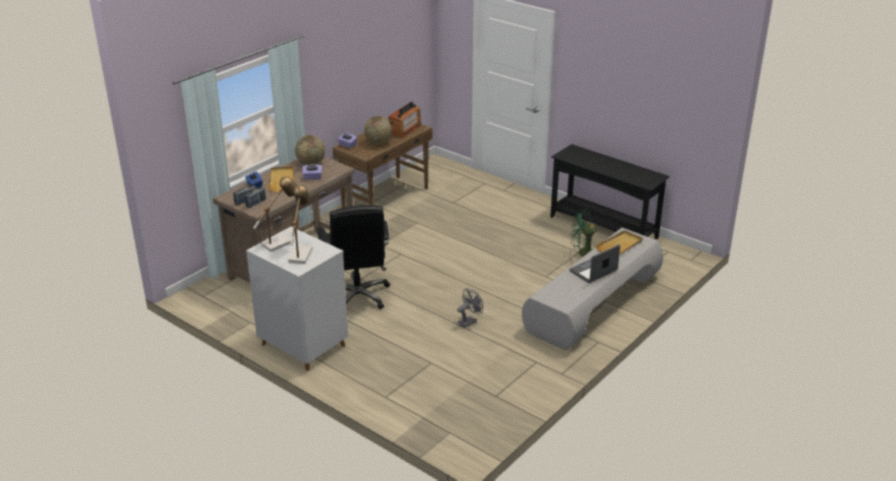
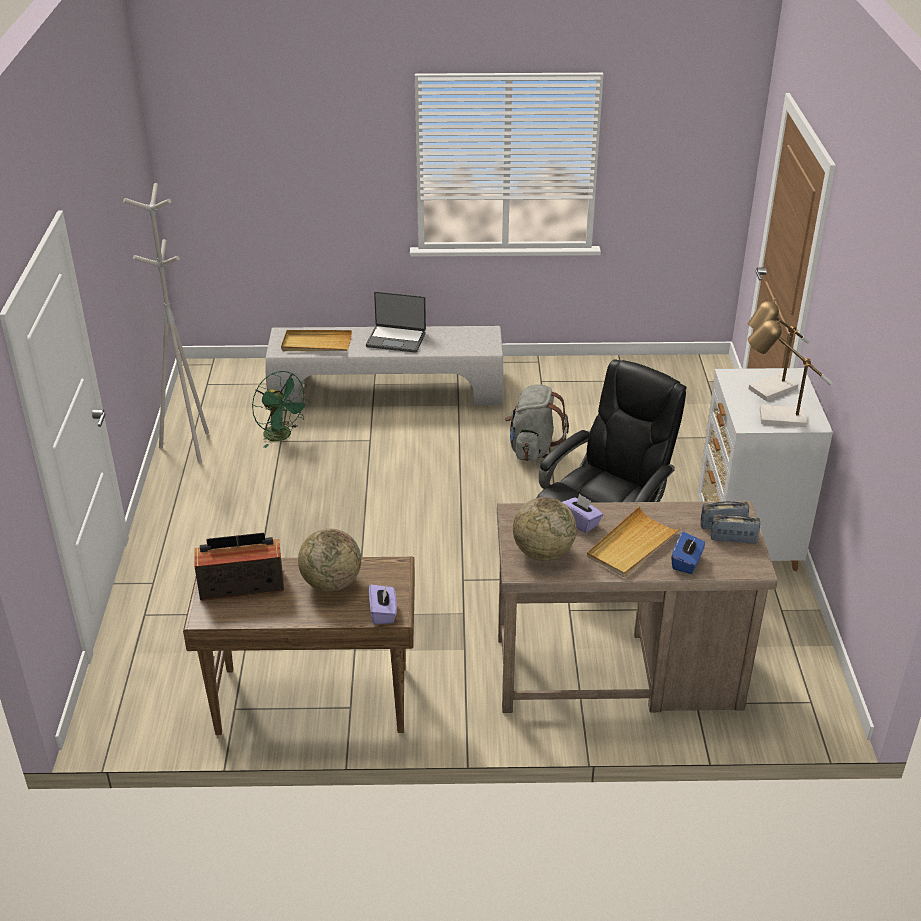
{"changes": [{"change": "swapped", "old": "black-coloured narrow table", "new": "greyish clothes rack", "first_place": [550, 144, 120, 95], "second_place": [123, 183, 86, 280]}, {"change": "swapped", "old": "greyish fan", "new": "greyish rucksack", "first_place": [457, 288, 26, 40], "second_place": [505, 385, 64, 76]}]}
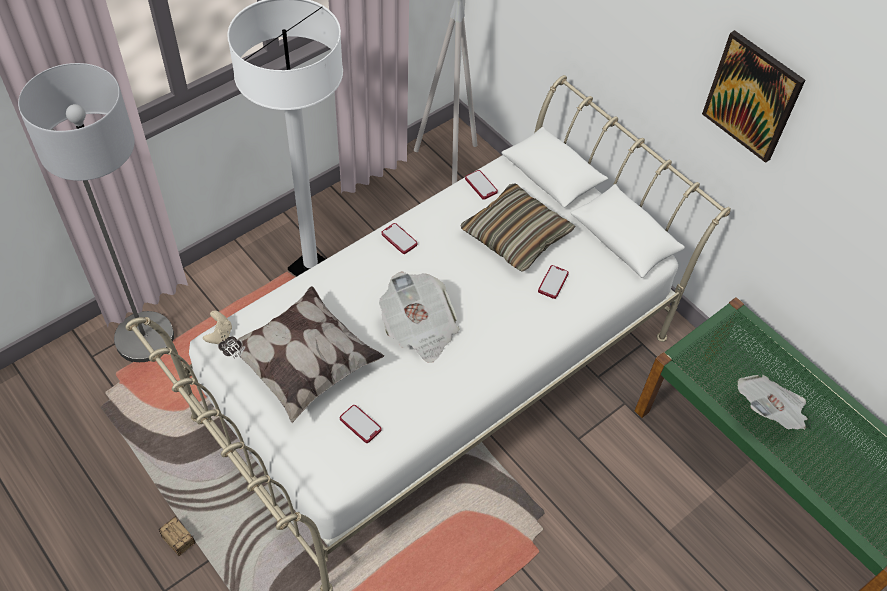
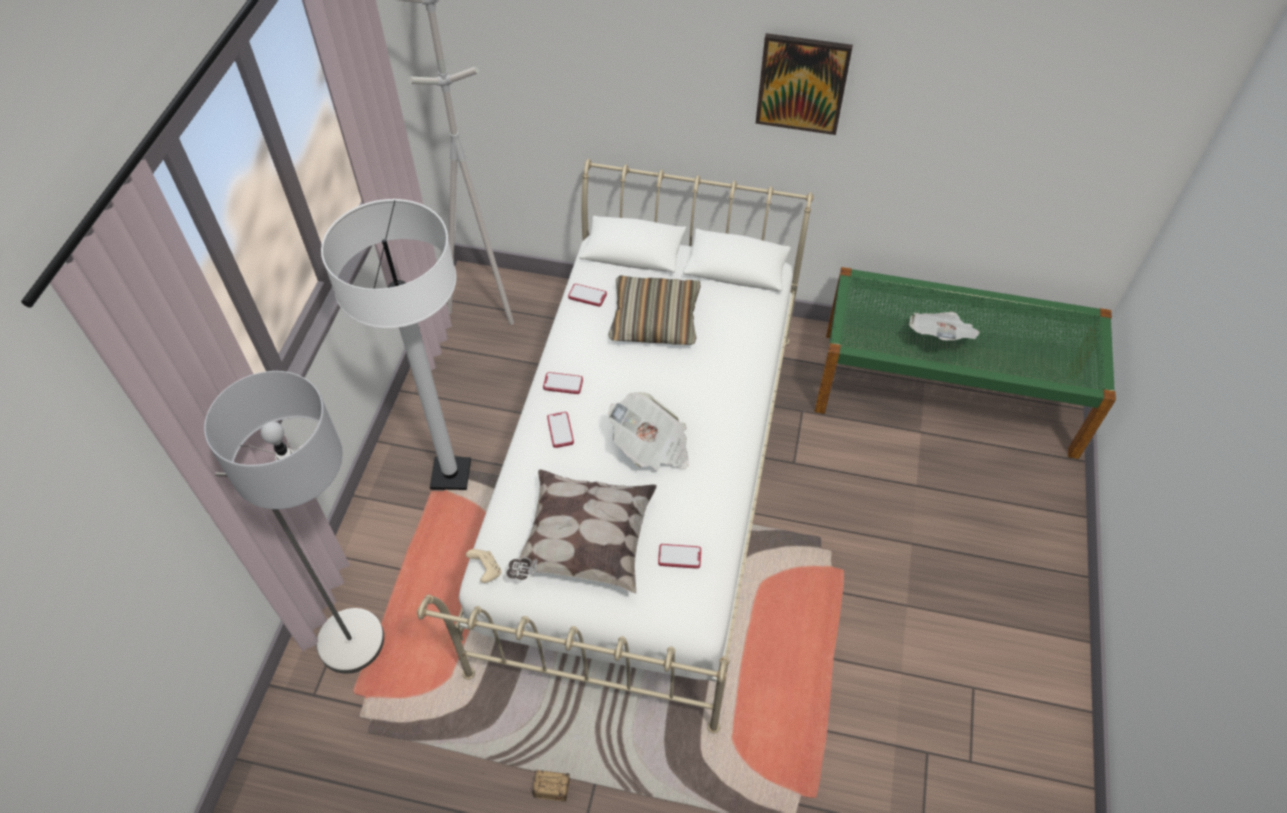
{"changes": [{"change": "shifted", "old": "telephone", "first_place": [538, 265, 31, 34], "second_place": [547, 412, 27, 36]}]}
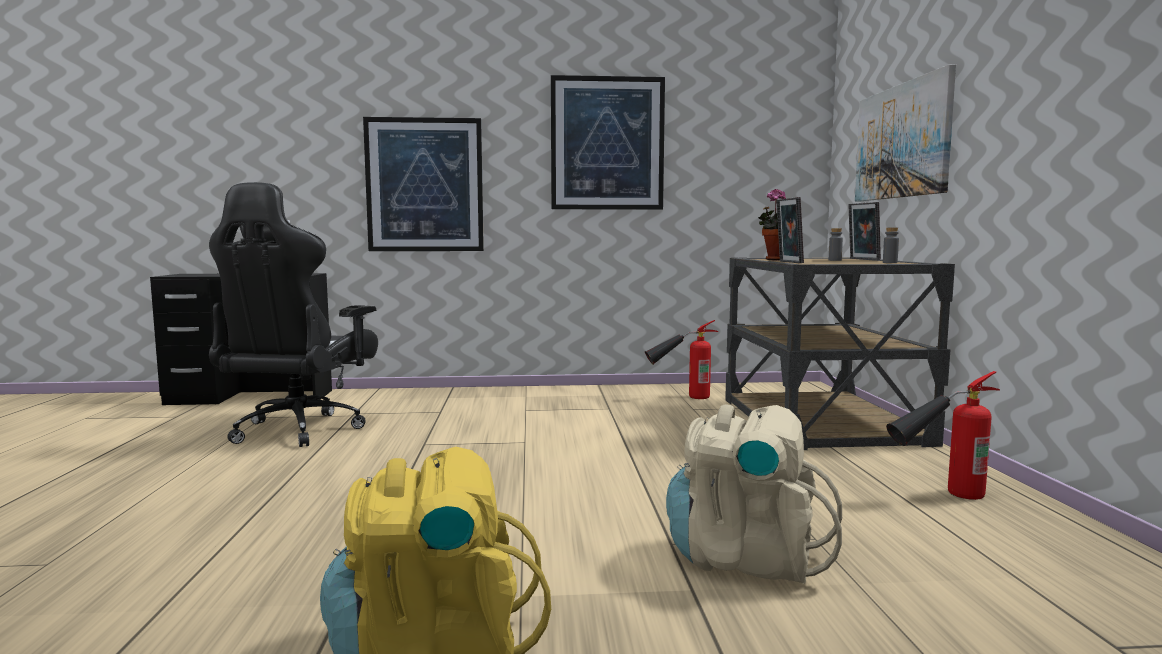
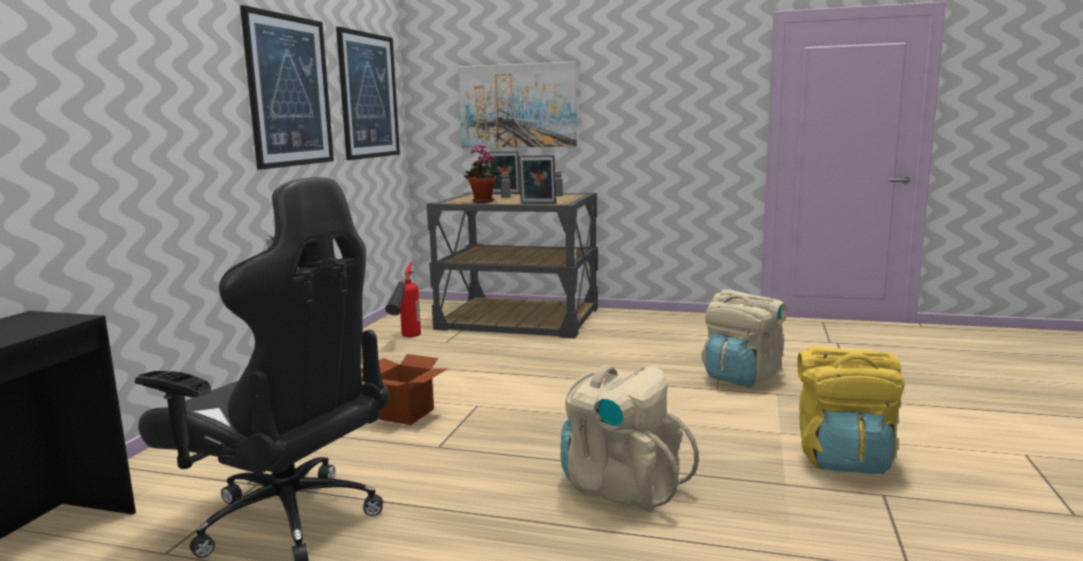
{"changes": [{"change": "shifted", "old": "wall art", "first_place": [363, 117, 121, 134], "second_place": [336, 27, 64, 133]}, {"change": "gone", "old": "fire extinguisher", "first_place": [886, 371, 114, 129]}, {"change": "new", "new": "packing box", "second_place": [361, 354, 86, 71]}, {"change": "new", "new": "sand-coloured rucksack", "second_place": [561, 365, 138, 147]}]}
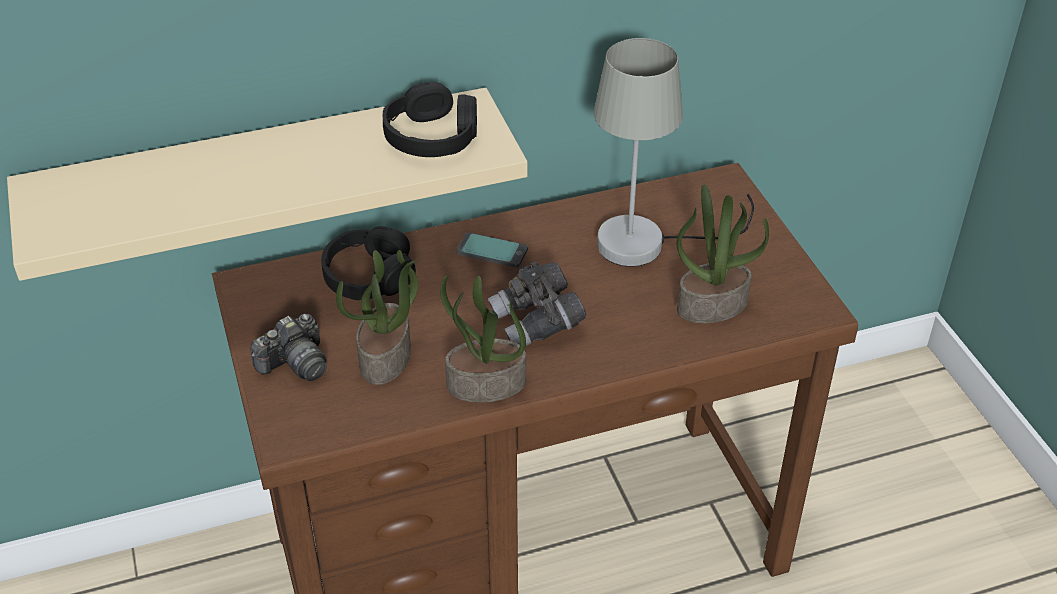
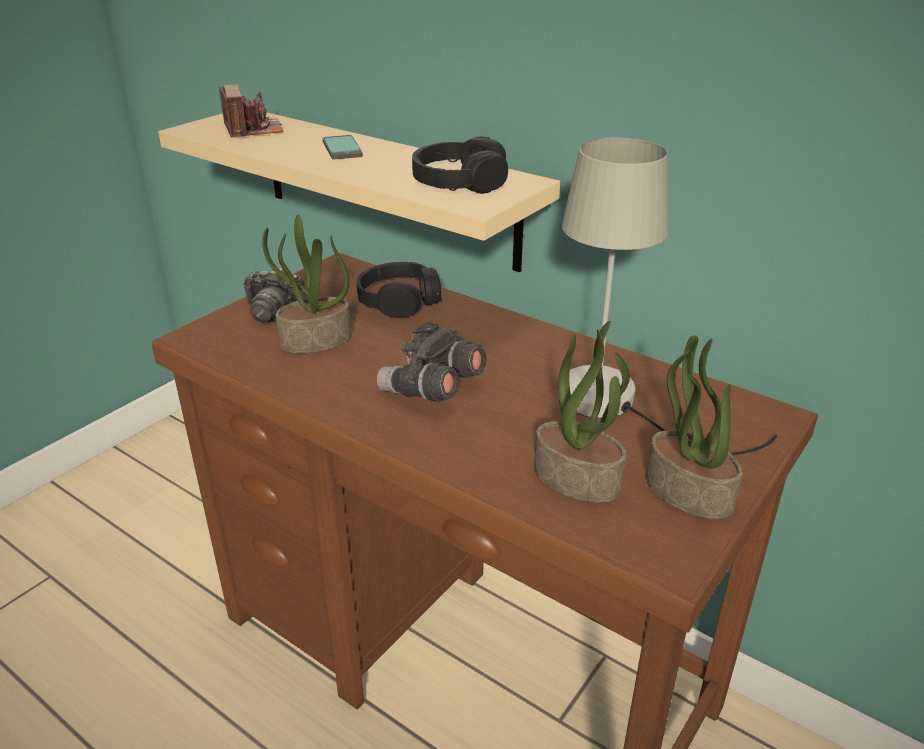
{"changes": [{"change": "shifted", "old": "telephone", "first_place": [456, 232, 72, 36], "second_place": [323, 135, 40, 24]}, {"change": "shifted", "old": "plant in a pot", "first_place": [440, 275, 86, 128], "second_place": [646, 335, 97, 184]}, {"change": "new", "new": "photo camera", "second_place": [219, 84, 64, 54]}]}
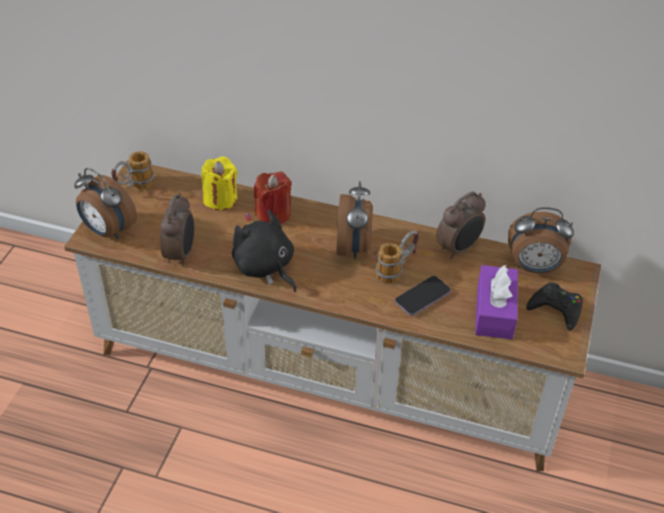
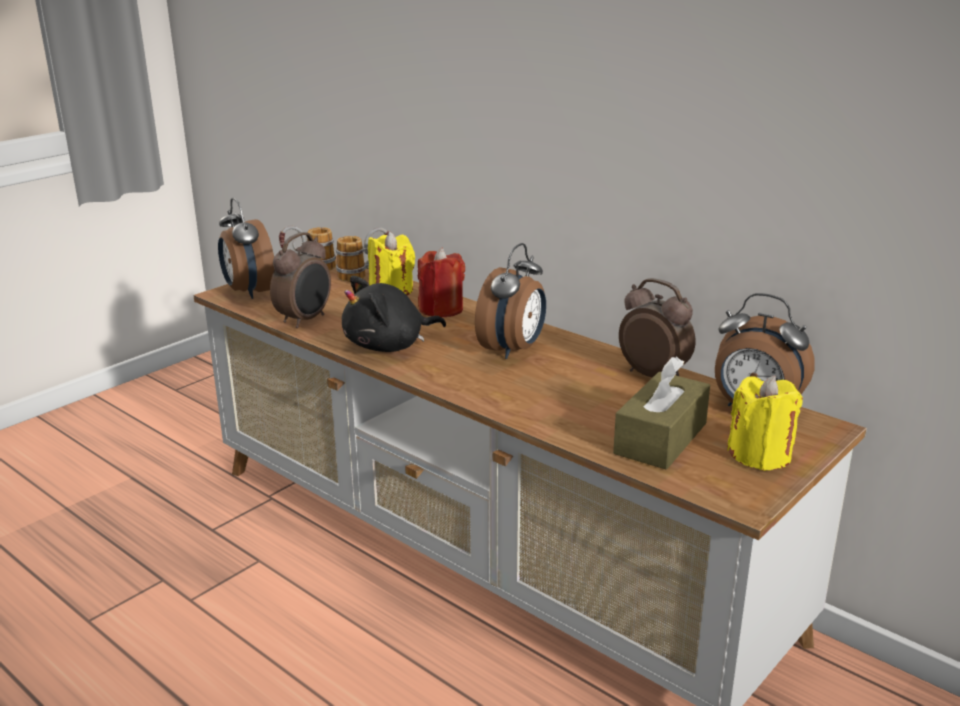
{"changes": [{"change": "rotated", "old": "table clock", "first_place": [436, 192, 50, 67], "second_place": [619, 278, 77, 99], "degrees": -120}, {"change": "rotated", "old": "black-coloured soft toy", "first_place": [232, 210, 65, 82], "second_place": [342, 276, 104, 76], "degrees": -105}, {"change": "shifted", "old": "mug", "first_place": [376, 231, 43, 53], "second_place": [336, 227, 53, 55]}, {"change": "repainted", "old": "purple tissue box", "new": "brownish tissue box", "first_place": [475, 265, 43, 74], "second_place": [613, 357, 97, 112]}, {"change": "gone", "old": "telephone", "first_place": [395, 276, 56, 40]}, {"change": "swapped", "old": "black-coloured joypad", "new": "yellow wax light", "first_place": [527, 282, 56, 49], "second_place": [727, 376, 76, 95]}]}
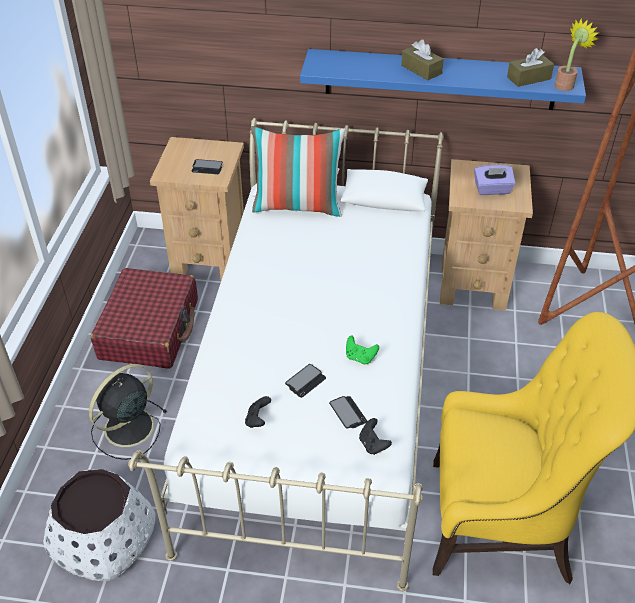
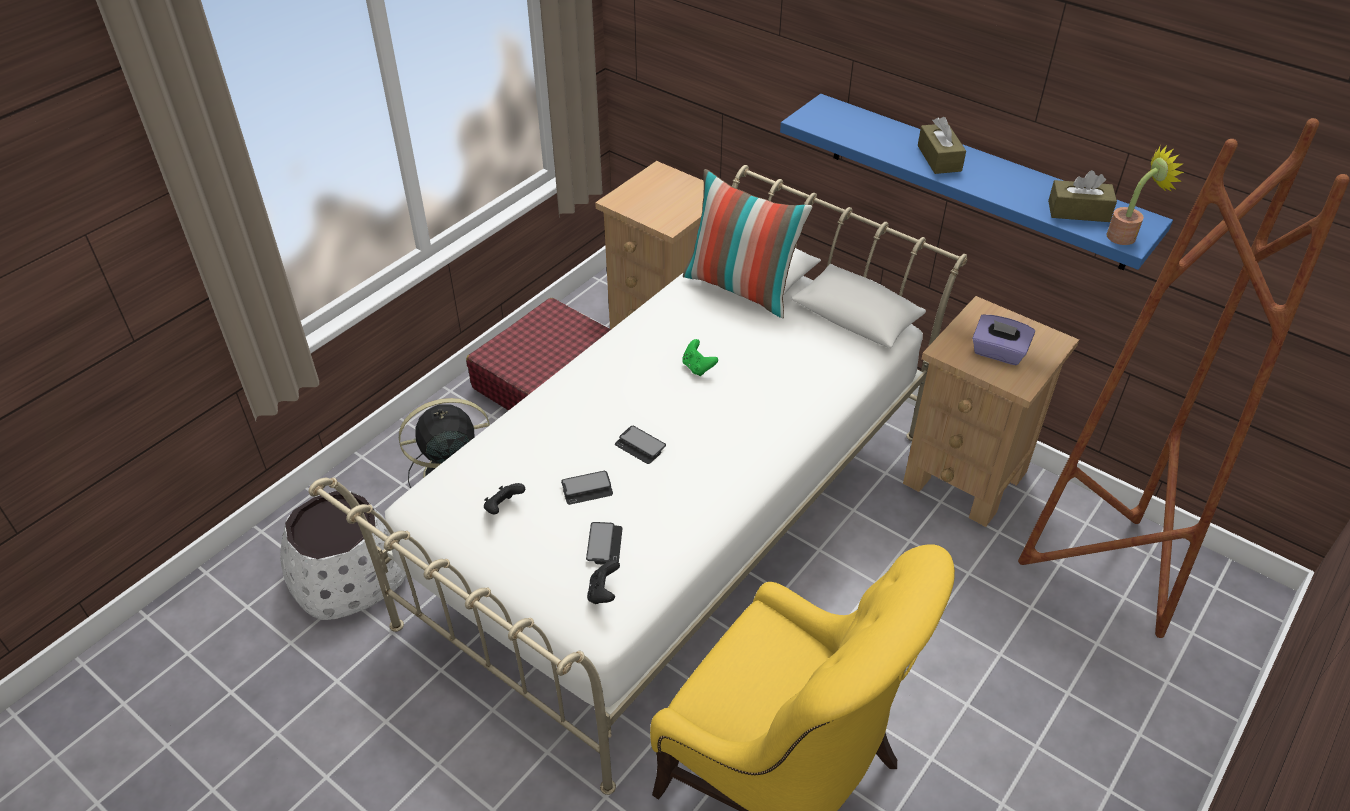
{"changes": [{"change": "shifted", "old": "telephone", "first_place": [192, 159, 31, 15], "second_place": [615, 426, 51, 38]}, {"change": "shifted", "old": "green joypad", "first_place": [346, 336, 33, 28], "second_place": [682, 339, 36, 37]}]}
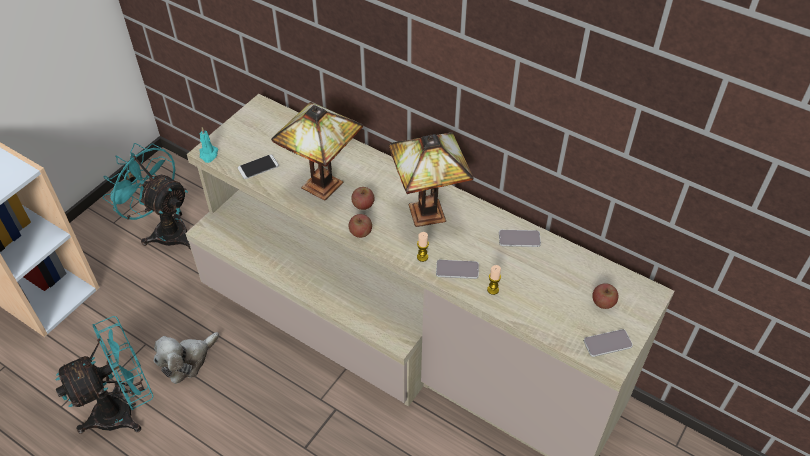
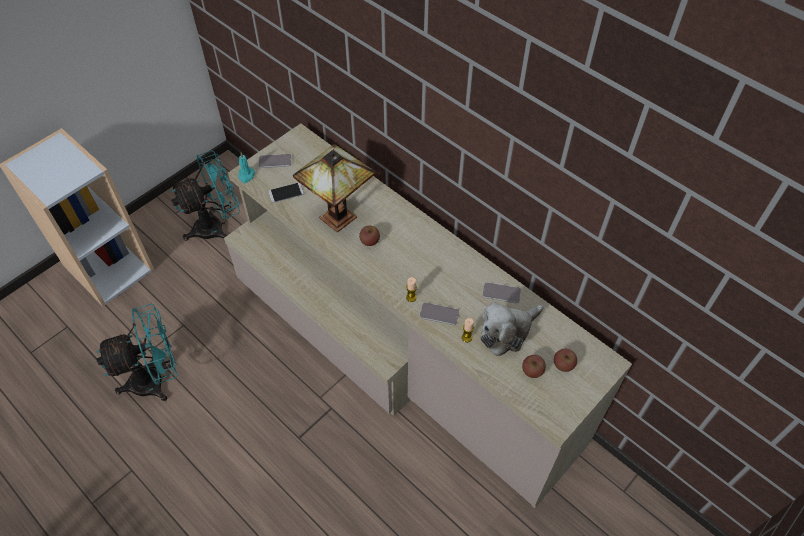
{"changes": [{"change": "gone", "old": "table lamp", "first_place": [389, 132, 85, 95]}, {"change": "rotated", "old": "turquoise-coloured fan", "first_place": [103, 143, 88, 106], "second_place": [170, 150, 70, 91], "degrees": 105}, {"change": "shifted", "old": "apple fruit", "first_place": [349, 214, 23, 24], "second_place": [522, 355, 24, 23]}, {"change": "shifted", "old": "telephone", "first_place": [584, 329, 49, 28], "second_place": [258, 154, 34, 14]}, {"change": "shifted", "old": "soft toy", "first_place": [154, 332, 65, 52], "second_place": [481, 302, 63, 54]}]}
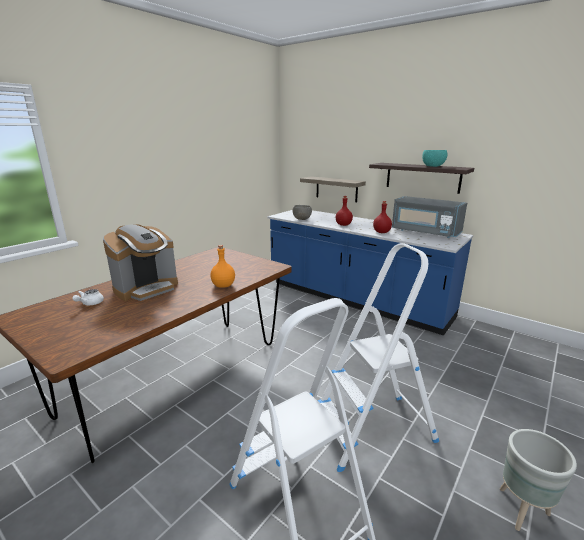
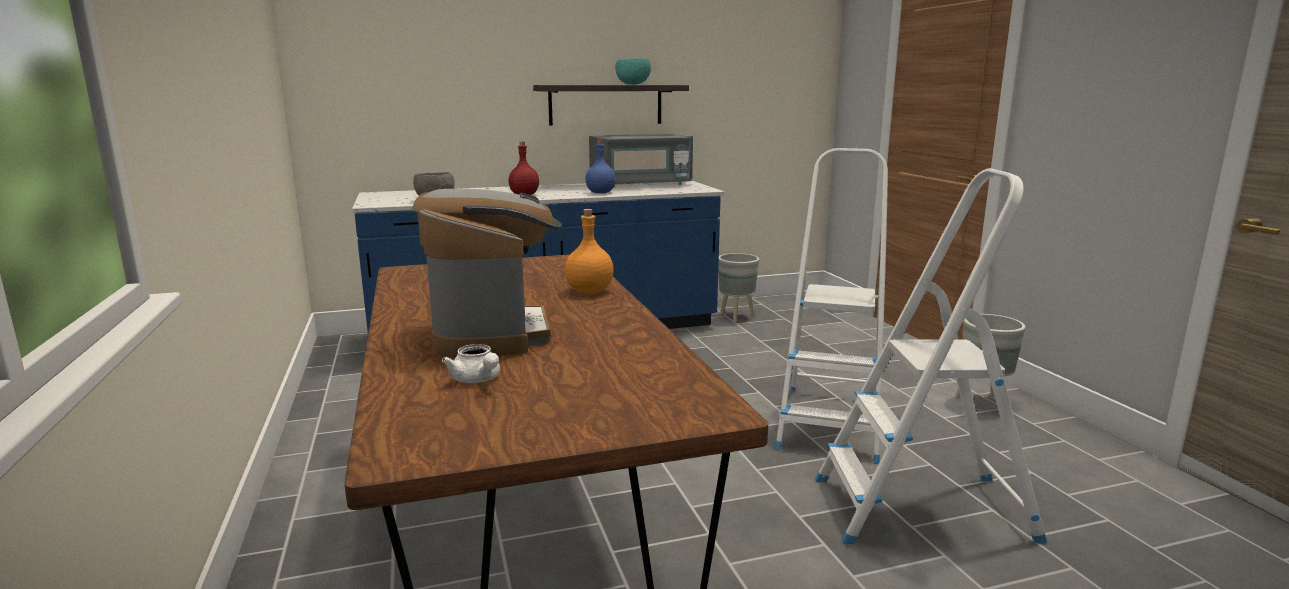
{"changes": [{"change": "gone", "old": "wall shelf", "first_place": [300, 176, 66, 26]}, {"change": "repainted", "old": "red beverage bottle", "new": "blue beverage bottle", "first_place": [373, 201, 19, 32], "second_place": [586, 140, 30, 53]}, {"change": "new", "new": "greyish plant pot", "second_place": [718, 253, 41, 70]}]}
